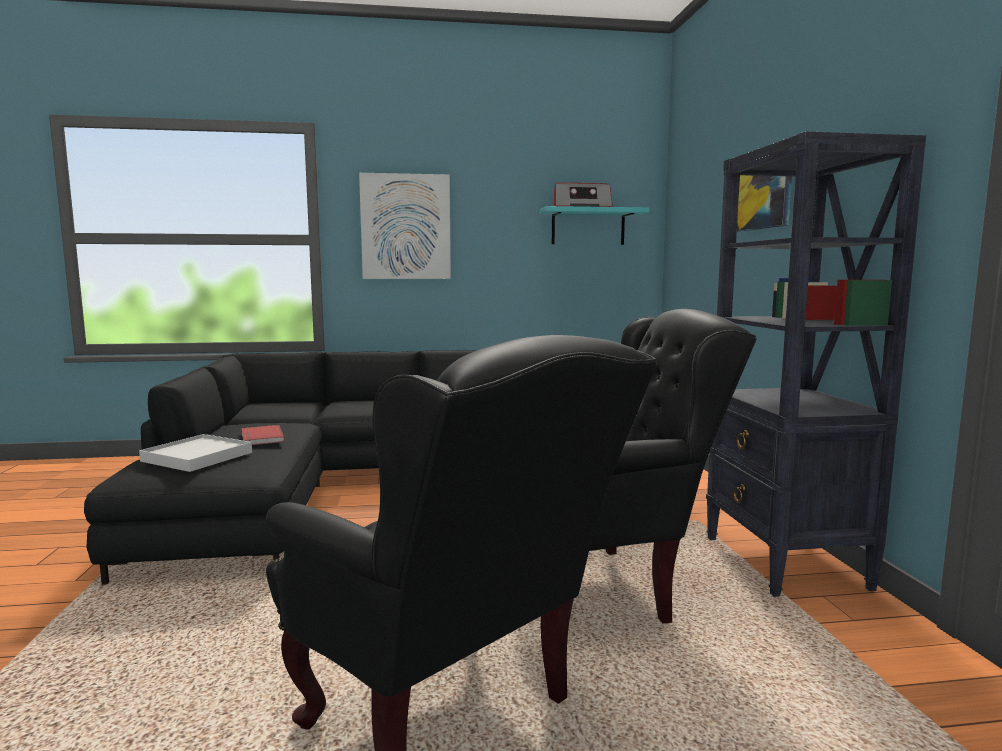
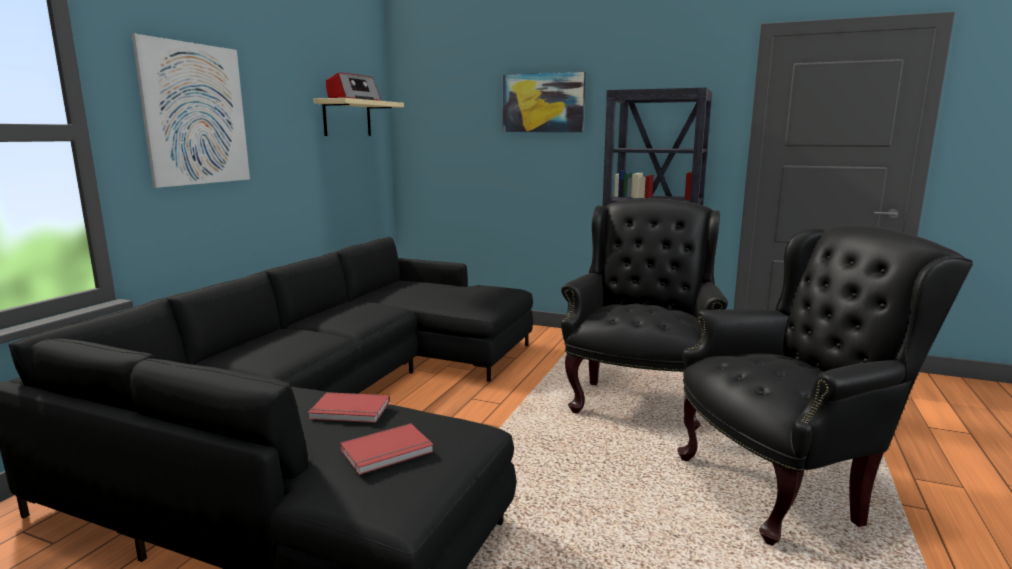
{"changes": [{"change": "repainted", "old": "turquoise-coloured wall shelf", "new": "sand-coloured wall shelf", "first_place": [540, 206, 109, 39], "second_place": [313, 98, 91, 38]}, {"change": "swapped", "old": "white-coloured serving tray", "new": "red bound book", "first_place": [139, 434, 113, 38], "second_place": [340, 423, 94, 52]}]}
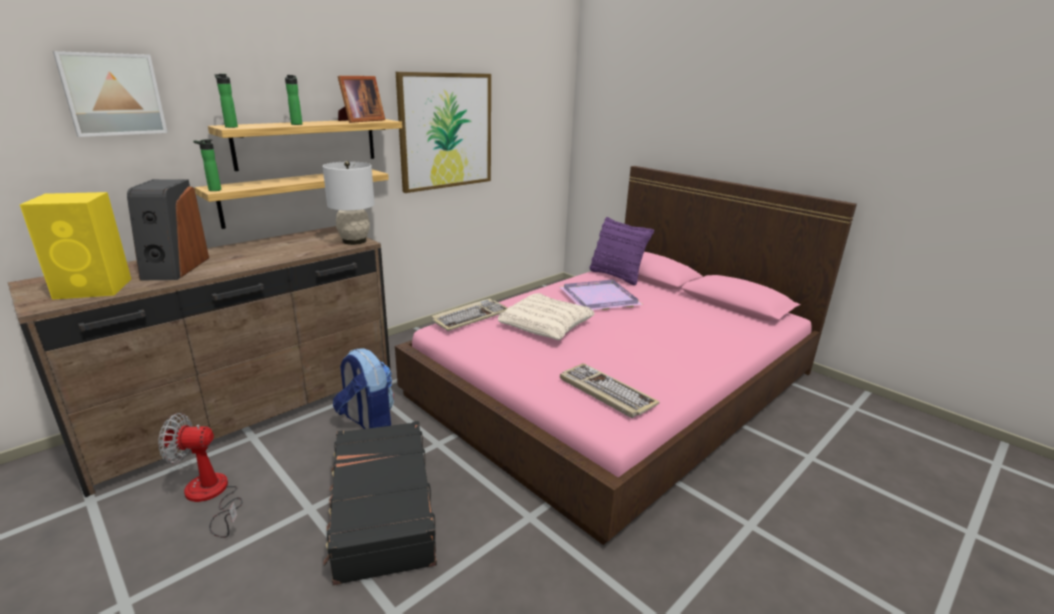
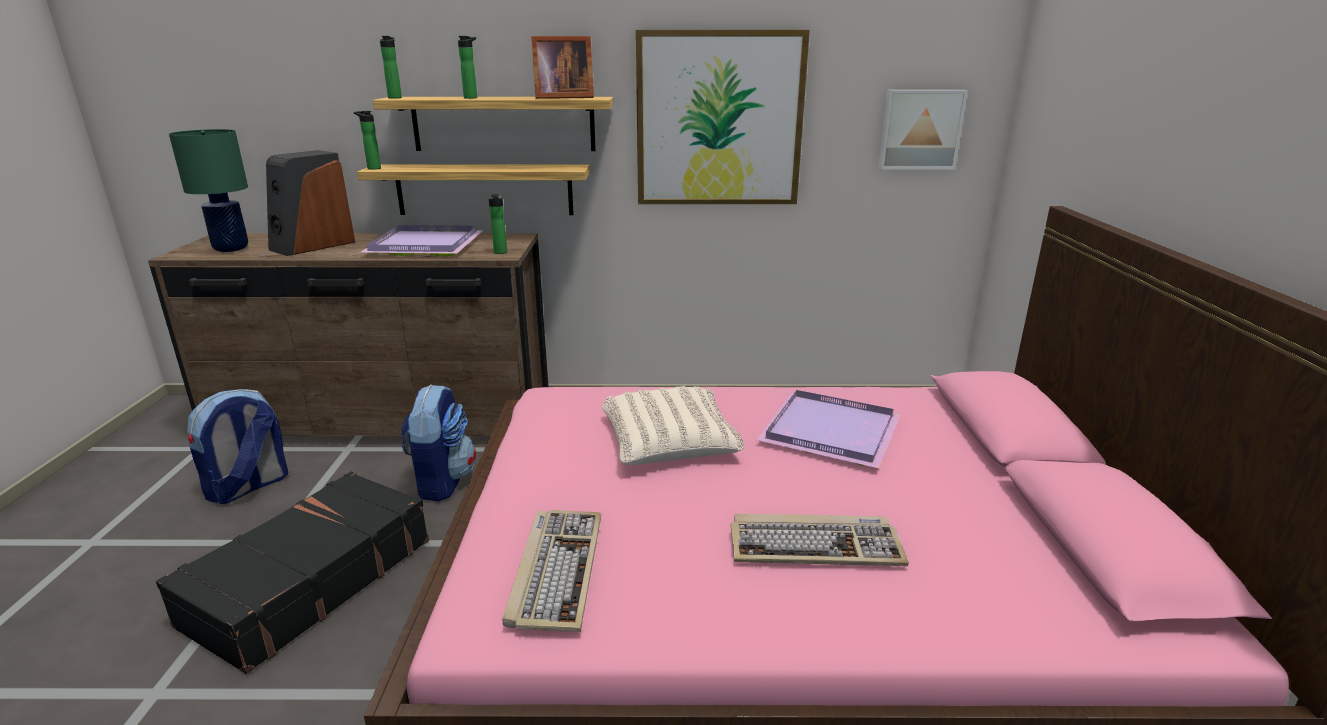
{"changes": [{"change": "shifted", "old": "wall art", "first_place": [53, 51, 115, 86], "second_place": [878, 90, 90, 79]}, {"change": "swapped", "old": "white-coloured table lamp", "new": "beverage bottle", "first_place": [323, 161, 52, 84], "second_place": [489, 194, 18, 60]}, {"change": "swapped", "old": "yellow audio speaker", "new": "green table lamp", "first_place": [20, 192, 111, 108], "second_place": [169, 129, 79, 123]}, {"change": "gone", "old": "purple cushion", "first_place": [590, 217, 64, 68]}, {"change": "shifted", "old": "computer keyboard", "first_place": [431, 299, 77, 32], "second_place": [731, 514, 178, 52]}, {"change": "swapped", "old": "fan", "new": "rucksack", "first_place": [158, 413, 85, 125], "second_place": [187, 389, 101, 115]}, {"change": "new", "new": "purple serving tray", "second_place": [359, 225, 123, 31]}]}
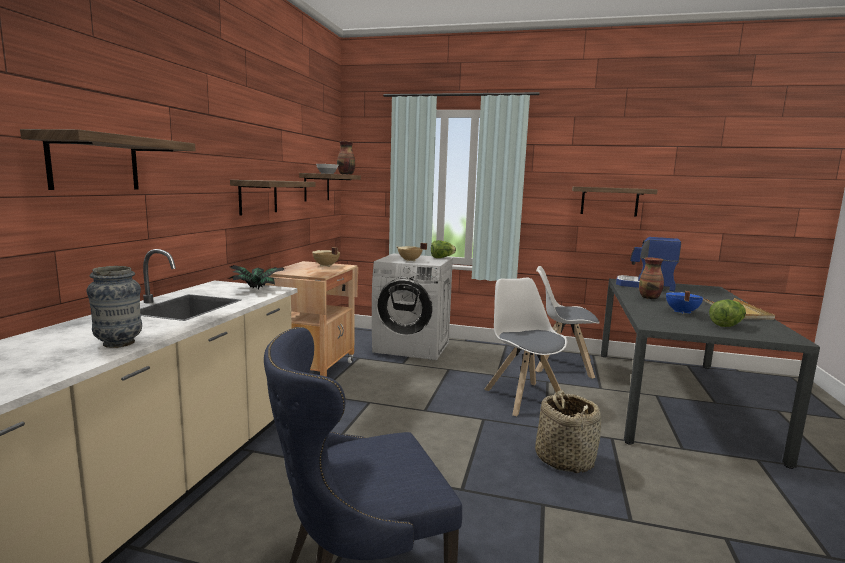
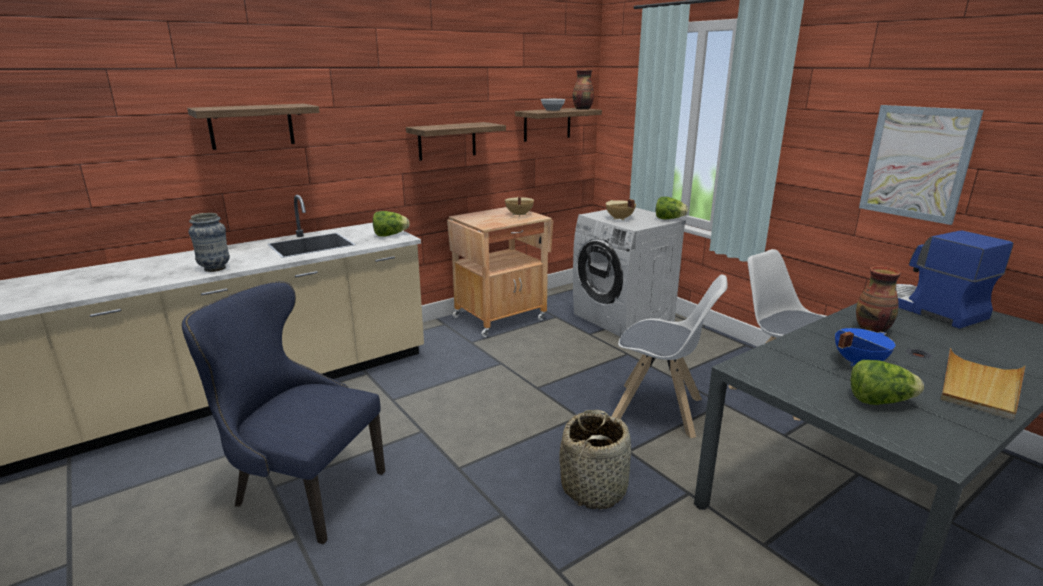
{"changes": [{"change": "swapped", "old": "wall shelf", "new": "wall art", "first_place": [572, 187, 86, 30], "second_place": [859, 105, 125, 120]}, {"change": "swapped", "old": "plant in a pot", "new": "lettuce head", "first_place": [228, 265, 56, 25], "second_place": [373, 211, 37, 26]}, {"change": "rotated", "old": "plain chair", "first_place": [484, 277, 84, 139], "second_place": [611, 275, 117, 163], "degrees": 90}]}
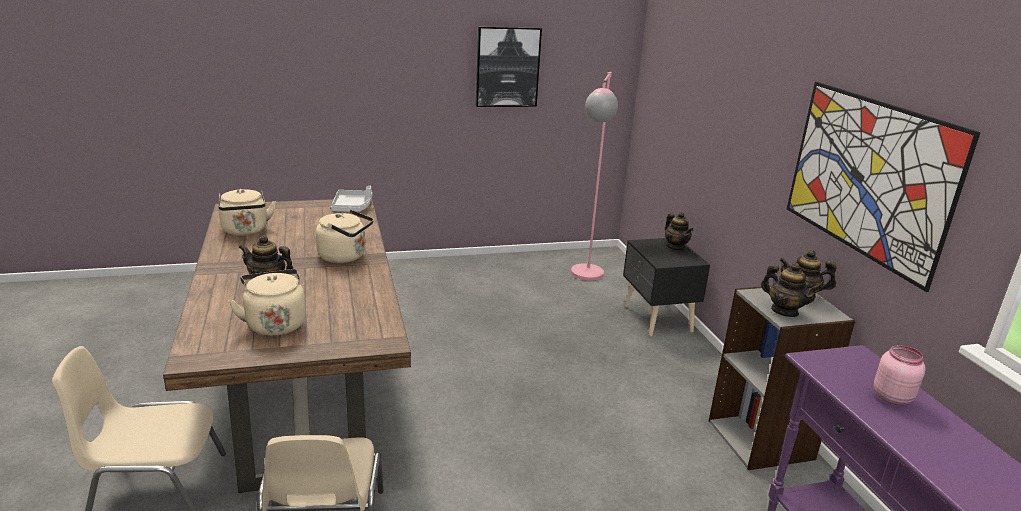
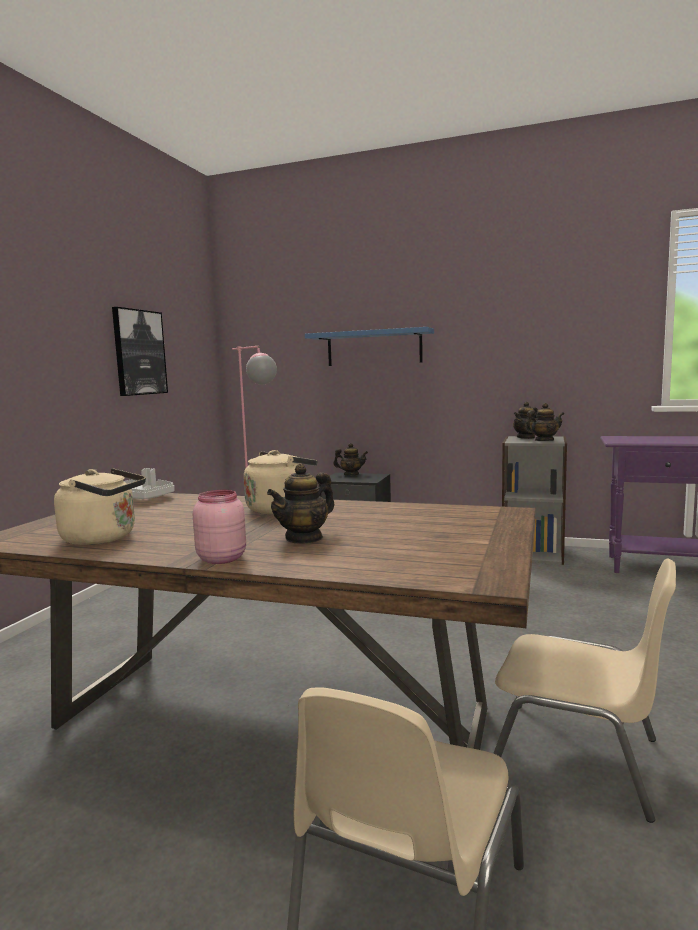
{"changes": [{"change": "gone", "old": "wall art", "first_place": [787, 82, 194, 210]}, {"change": "gone", "old": "sand-coloured tea kettle", "first_place": [228, 269, 78, 67]}, {"change": "shifted", "old": "pinkish jar", "first_place": [874, 345, 51, 60], "second_place": [193, 490, 53, 74]}, {"change": "new", "new": "blue wall shelf", "second_place": [305, 327, 129, 39]}]}
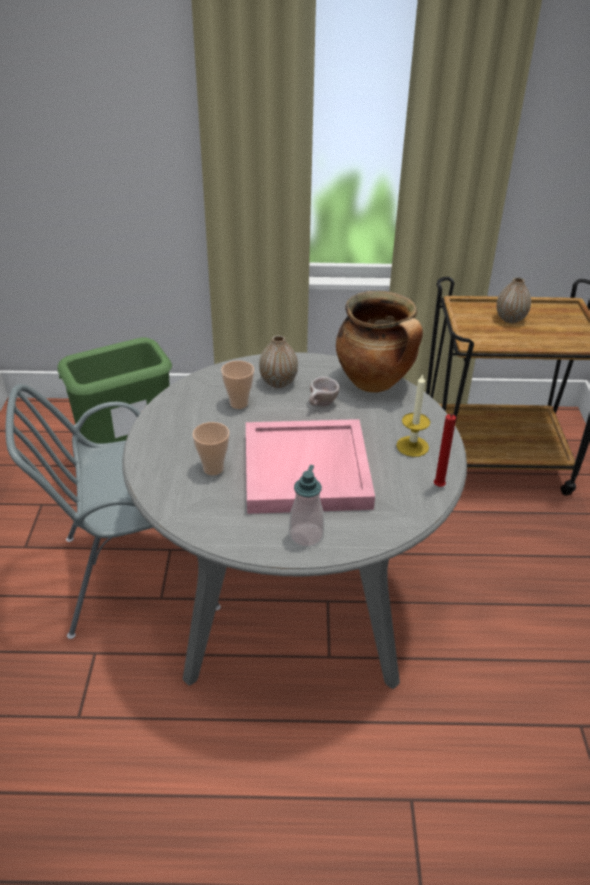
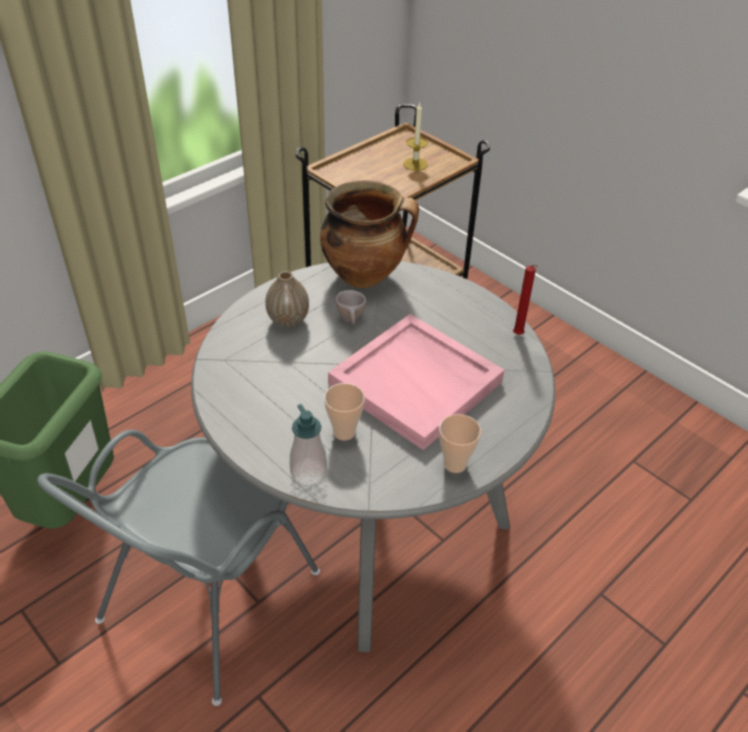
{"changes": [{"change": "gone", "old": "vase", "first_place": [496, 277, 35, 46]}, {"change": "shifted", "old": "drinking cup", "first_place": [221, 361, 33, 48], "second_place": [439, 414, 42, 59]}, {"change": "shifted", "old": "wax light", "first_place": [396, 373, 34, 84], "second_place": [403, 102, 25, 69]}, {"change": "shifted", "old": "soap bottle", "first_place": [289, 465, 35, 82], "second_place": [290, 404, 37, 82]}]}
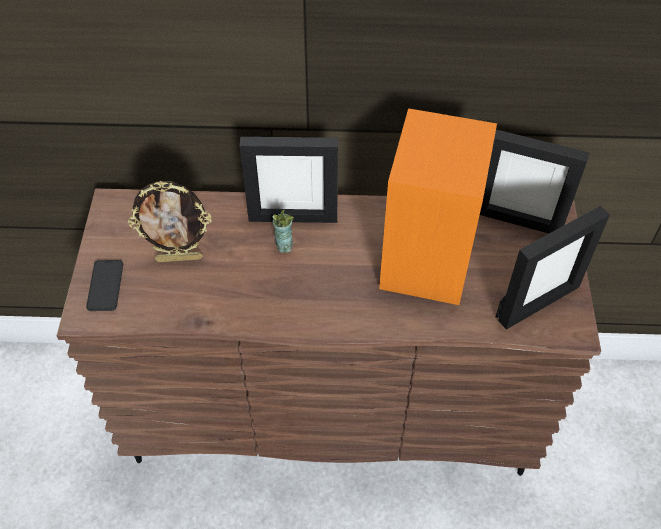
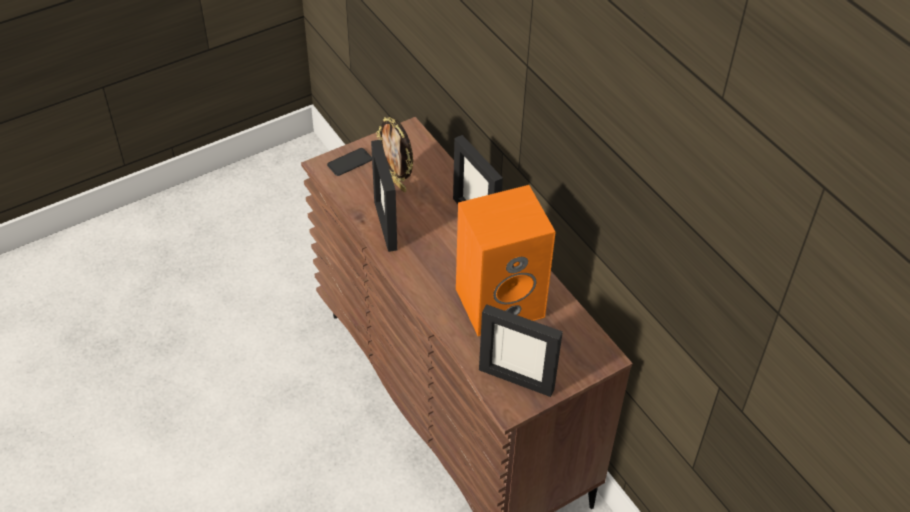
{"changes": [{"change": "shifted", "old": "photo frame", "first_place": [480, 129, 109, 104], "second_place": [371, 140, 26, 112]}, {"change": "gone", "old": "drinking cup", "first_place": [273, 209, 21, 44]}]}
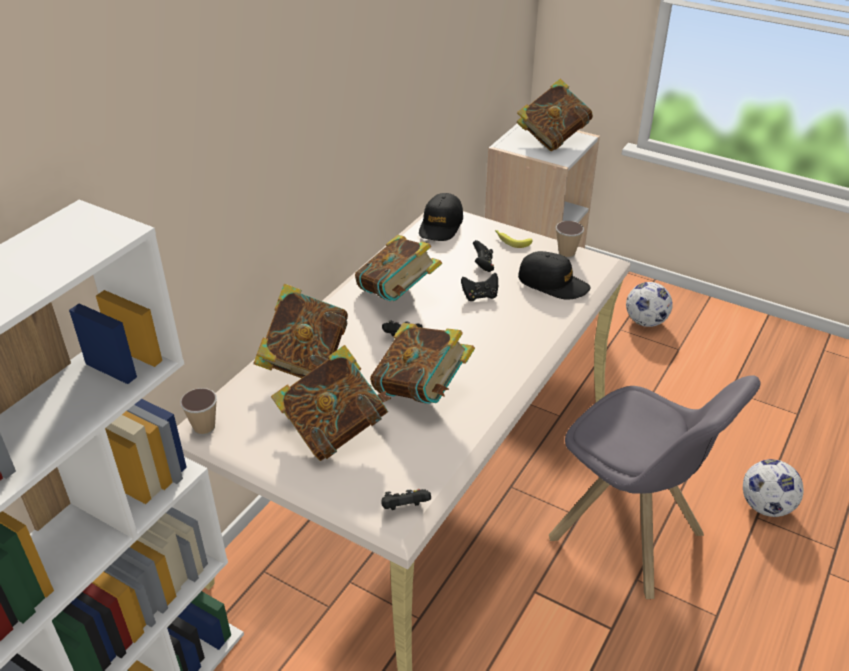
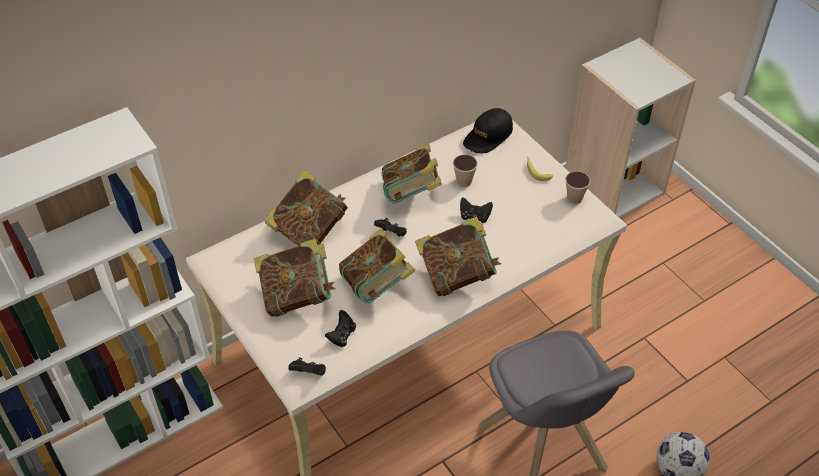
{"changes": [{"change": "shifted", "old": "bound book", "first_place": [517, 79, 76, 72], "second_place": [415, 217, 86, 79]}, {"change": "shifted", "old": "black-coloured joypad", "first_place": [473, 240, 21, 32], "second_place": [325, 310, 31, 37]}, {"change": "gone", "old": "black-coloured peaked cap", "first_place": [518, 251, 73, 49]}, {"change": "gone", "old": "football", "first_place": [626, 282, 47, 45]}, {"change": "shifted", "old": "drinking cup", "first_place": [180, 388, 37, 47], "second_place": [453, 154, 25, 33]}]}
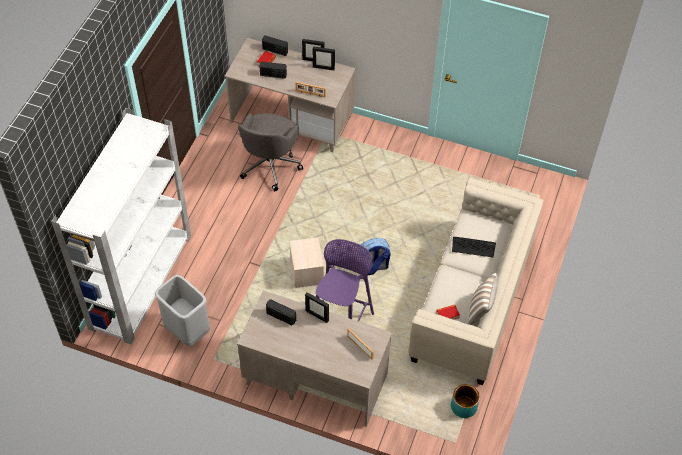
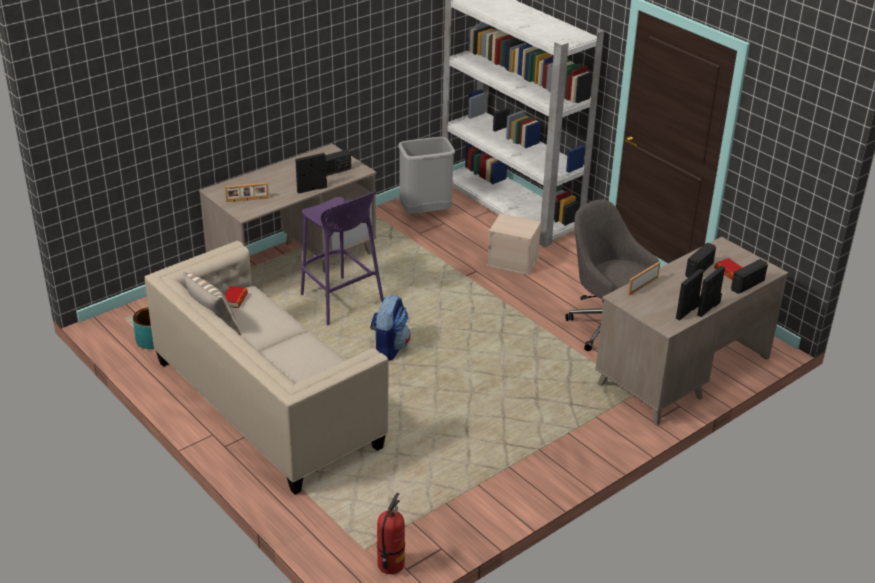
{"changes": [{"change": "shifted", "old": "sand-coloured storage box", "first_place": [289, 237, 35, 52], "second_place": [487, 213, 54, 62]}, {"change": "gone", "old": "computer keyboard", "first_place": [452, 237, 44, 20]}, {"change": "new", "new": "fire extinguisher", "second_place": [377, 493, 28, 81]}]}
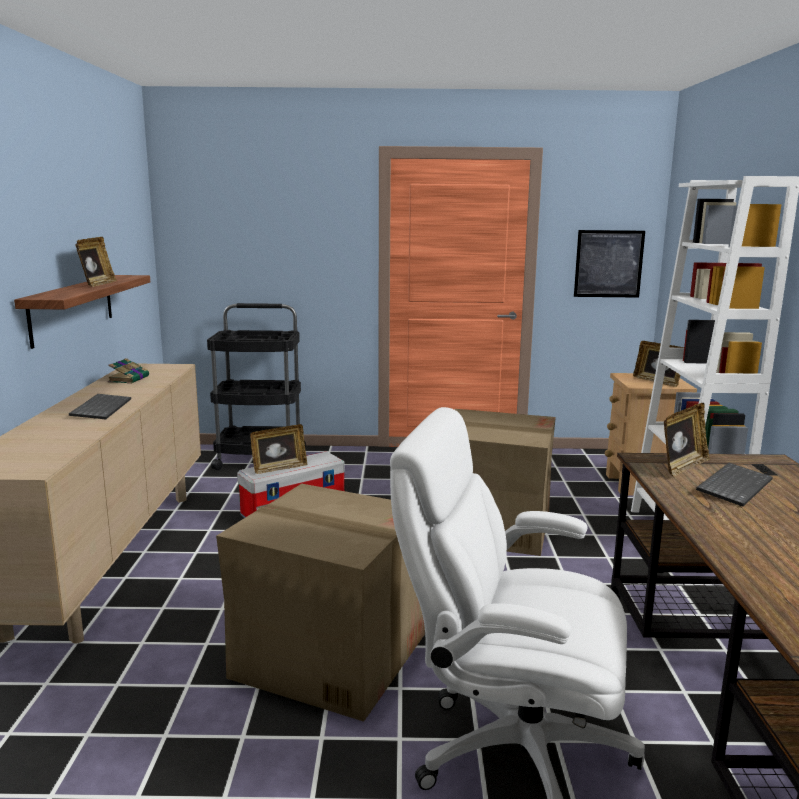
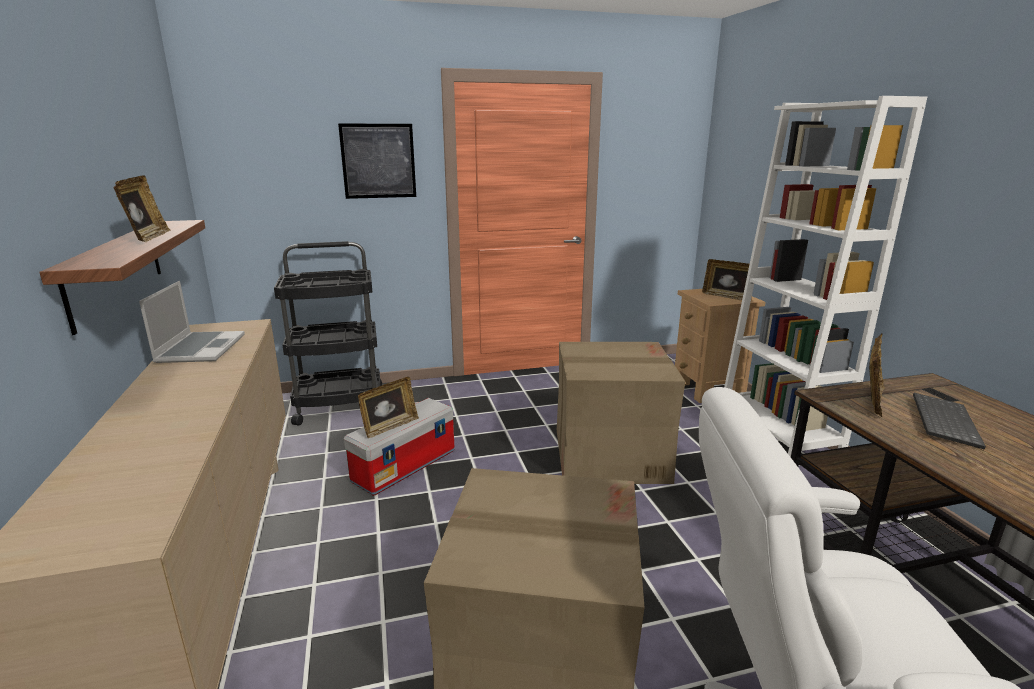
{"changes": [{"change": "shifted", "old": "wall art", "first_place": [574, 230, 71, 68], "second_place": [338, 124, 78, 75]}, {"change": "swapped", "old": "bound book", "new": "notebook computer", "first_place": [108, 358, 41, 26], "second_place": [139, 281, 106, 82]}, {"change": "gone", "old": "computer keyboard", "first_place": [69, 394, 62, 25]}]}
